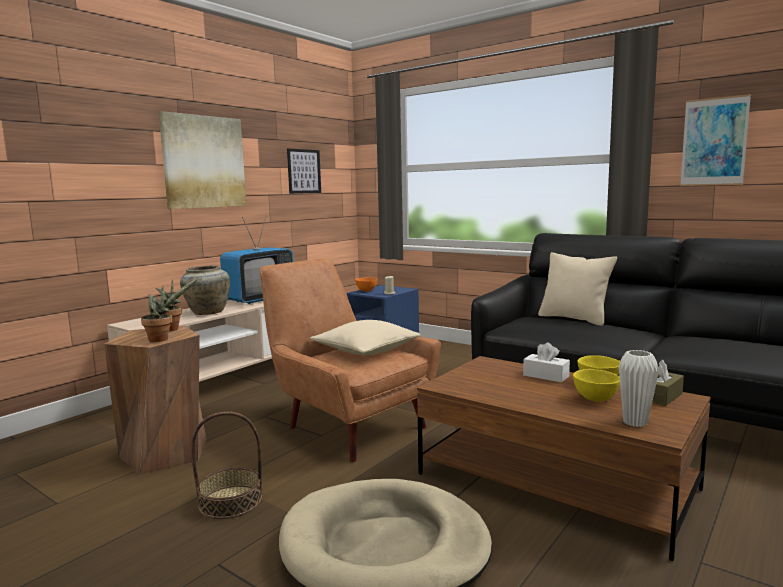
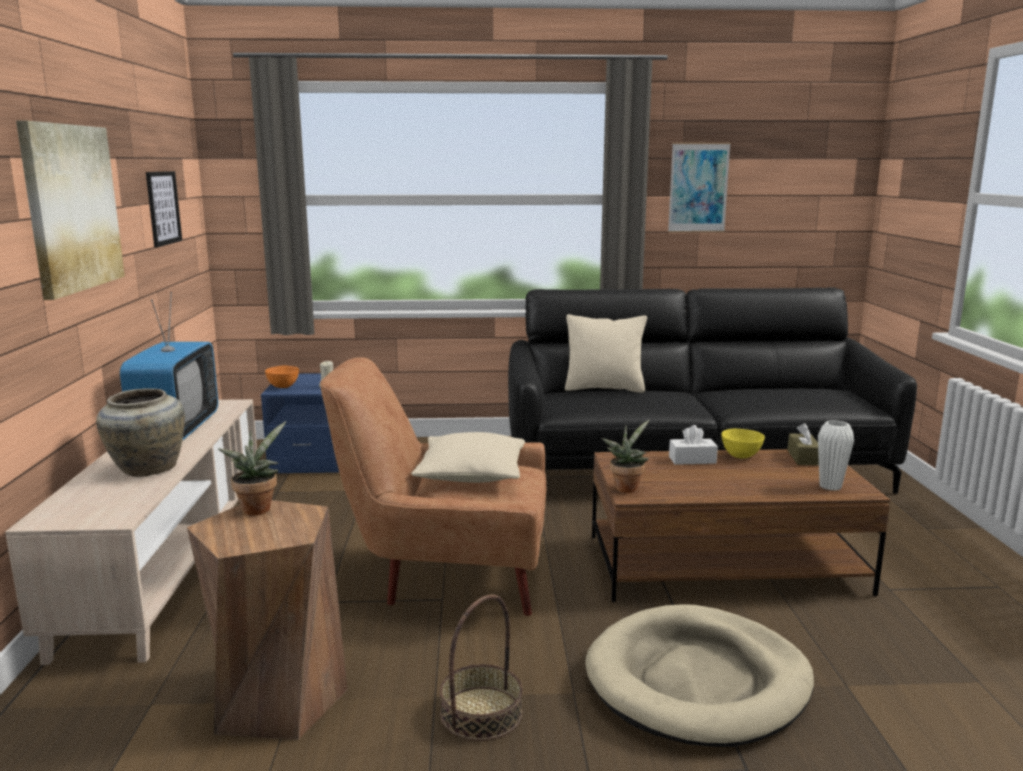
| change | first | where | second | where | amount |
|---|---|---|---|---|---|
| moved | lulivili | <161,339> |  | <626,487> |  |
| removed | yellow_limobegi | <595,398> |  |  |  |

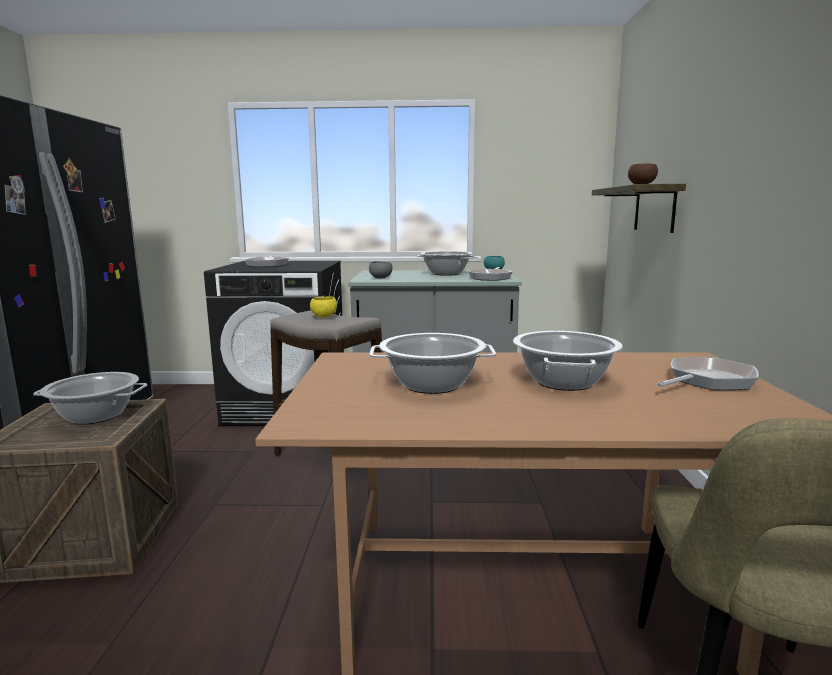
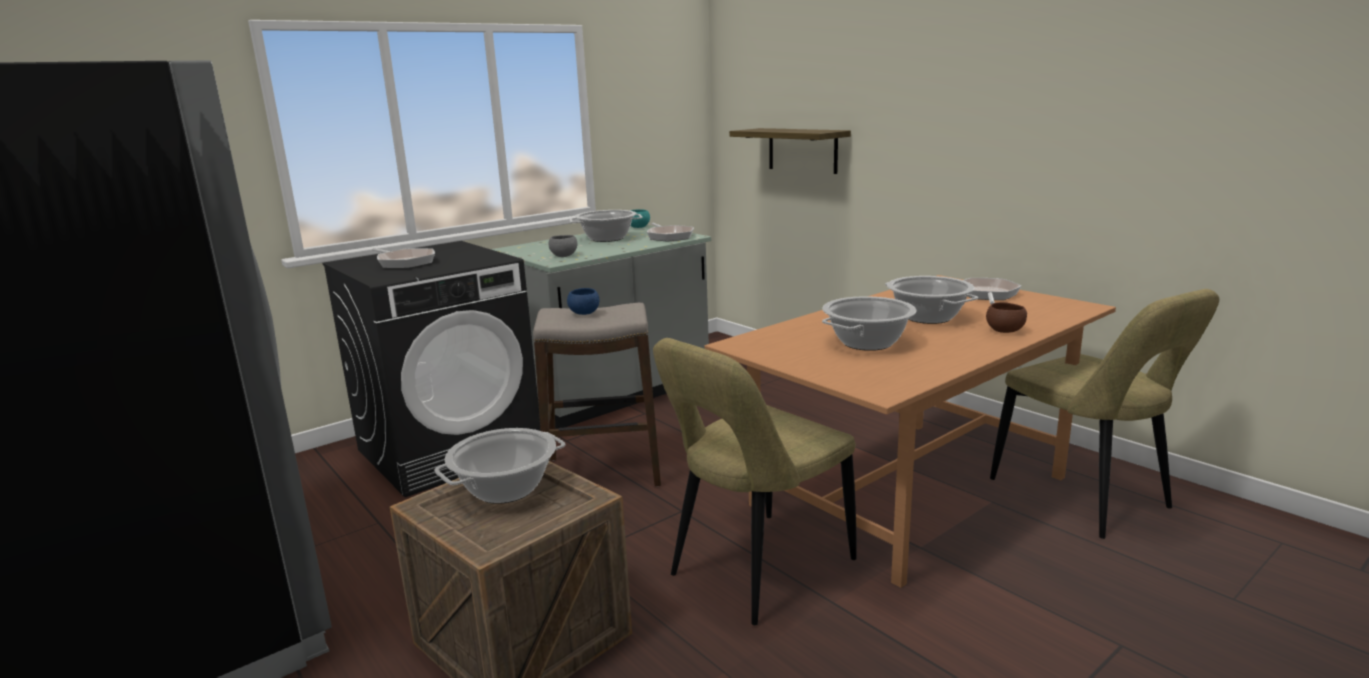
| change | first | where | second | where | amount |
|---|---|---|---|---|---|
| recoloured | yellow_limobegi | <324,317> | blue_limobegi | <584,313> |  |
| moved | brown_limobegi | <641,184> |  | <1004,331> |  |
| added |  |  | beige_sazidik | <756,570> |  |

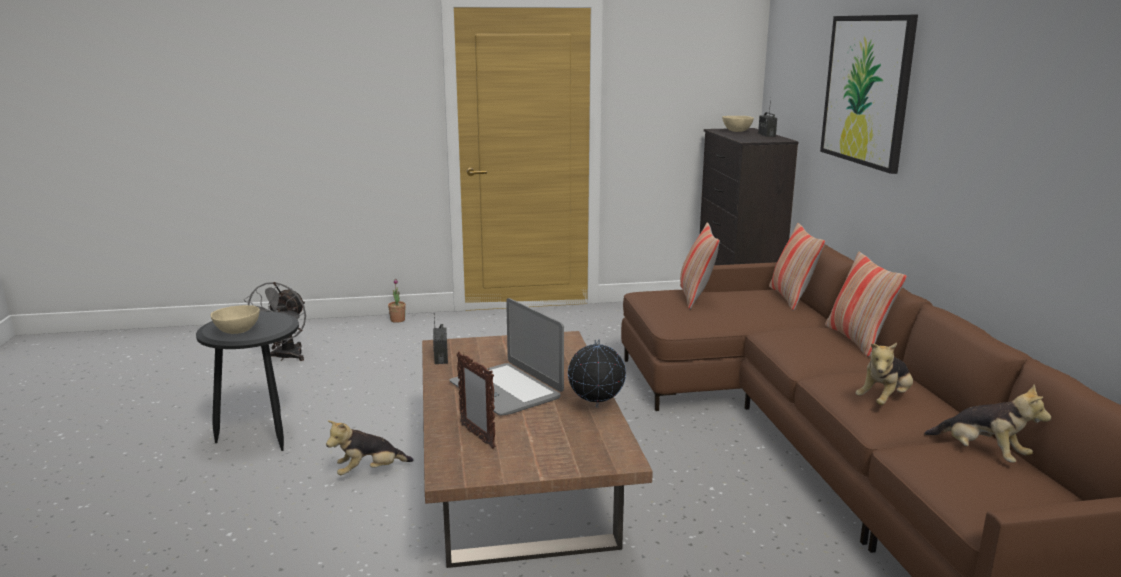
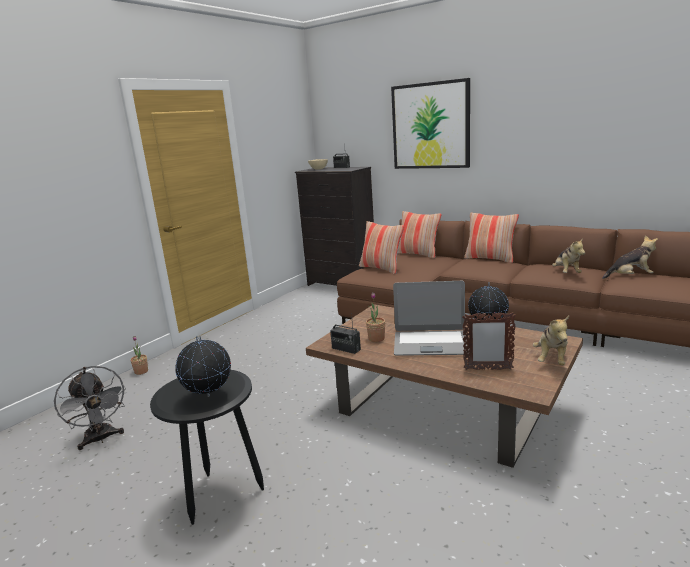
| change | first | where | second | where | amount |
|---|---|---|---|---|---|
| replaced | beige_limobegi | <238,331> | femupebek | <209,397> |  |
| moved | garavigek | <369,471> |  | <551,359> |  |
| added |  |  | lulivili | <376,338> |  |

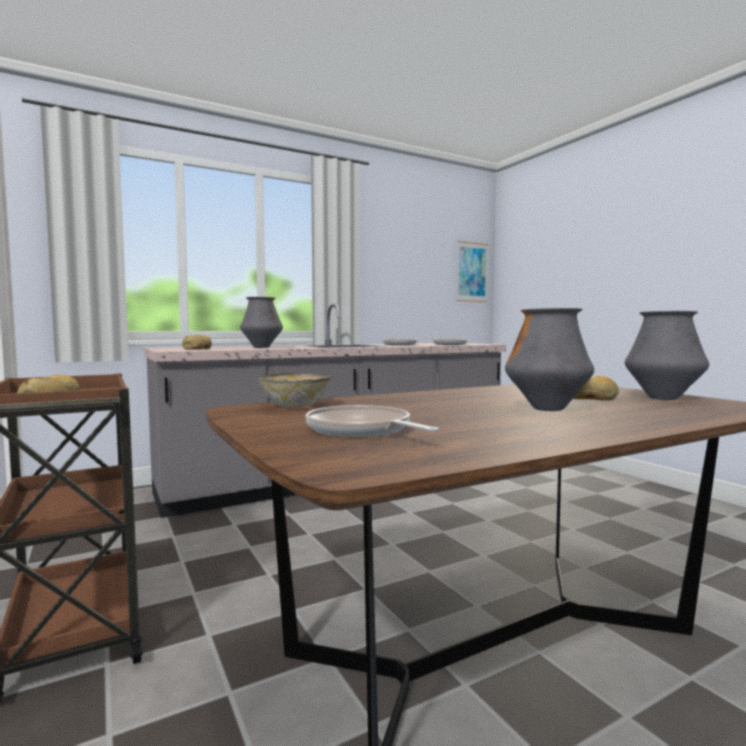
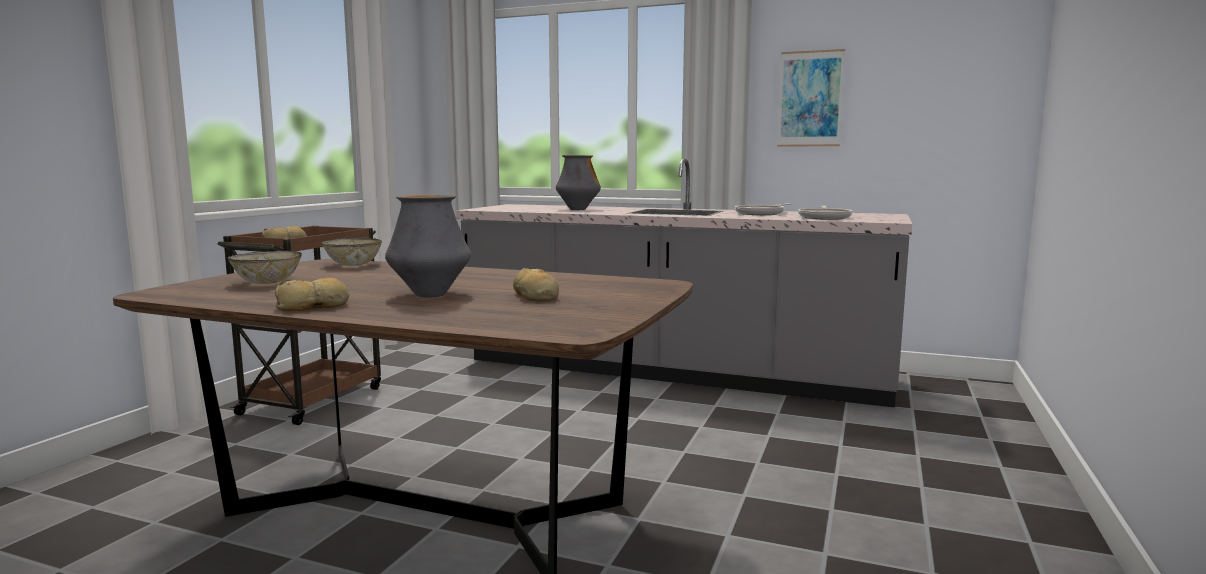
| change | first | where | second | where | amount |
|---|---|---|---|---|---|
| moved | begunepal | <198,348> |  | <314,306> |  |
| replaced | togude | <362,430> | limobegi | <266,282> |  |
| moved | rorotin | <471,272> |  | <810,99> |  |
| removed | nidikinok | <663,398> |  |  |  |

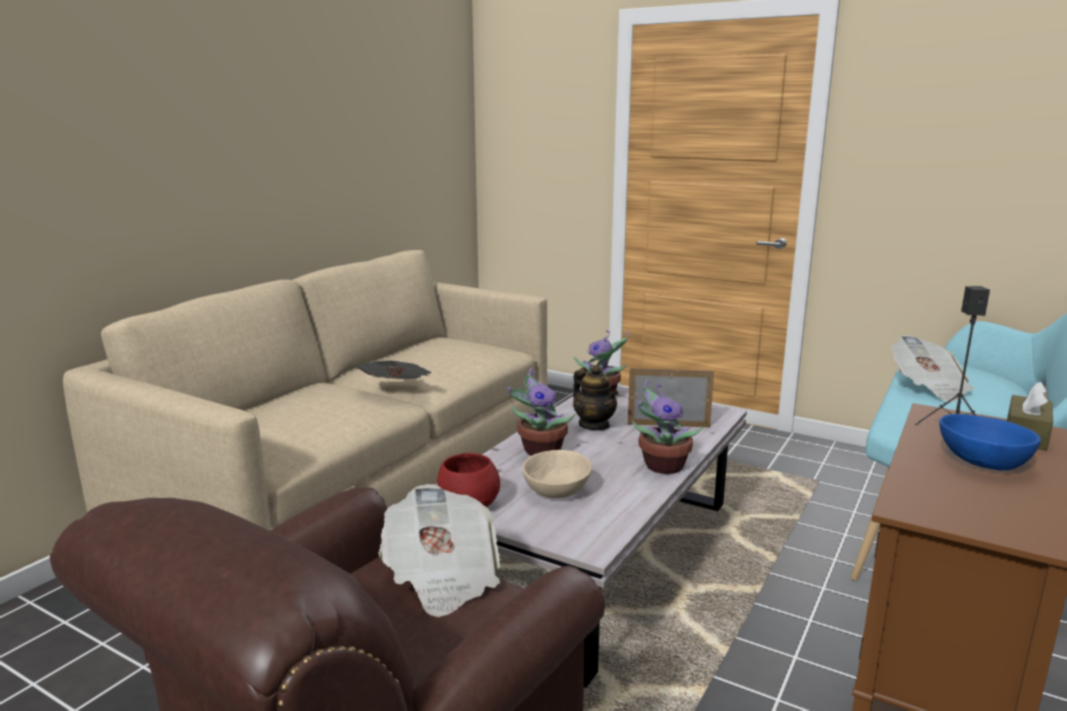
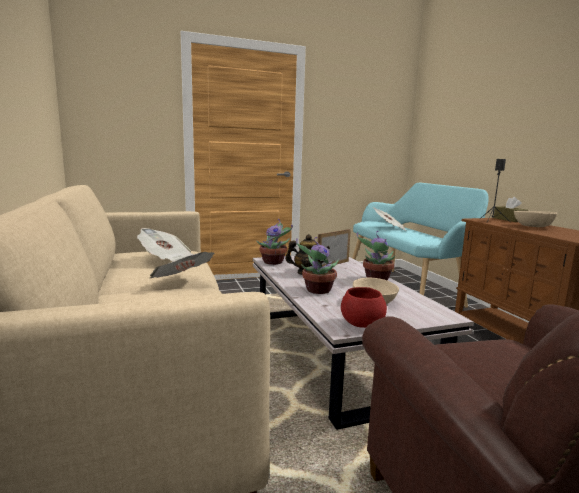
| change | first | where | second | where | amount |
|---|---|---|---|---|---|
| moved | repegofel | <442,577> |  | <168,261> |  |
| recoloured | blue_limobegi | <983,463> | beige_limobegi | <533,226> |  |

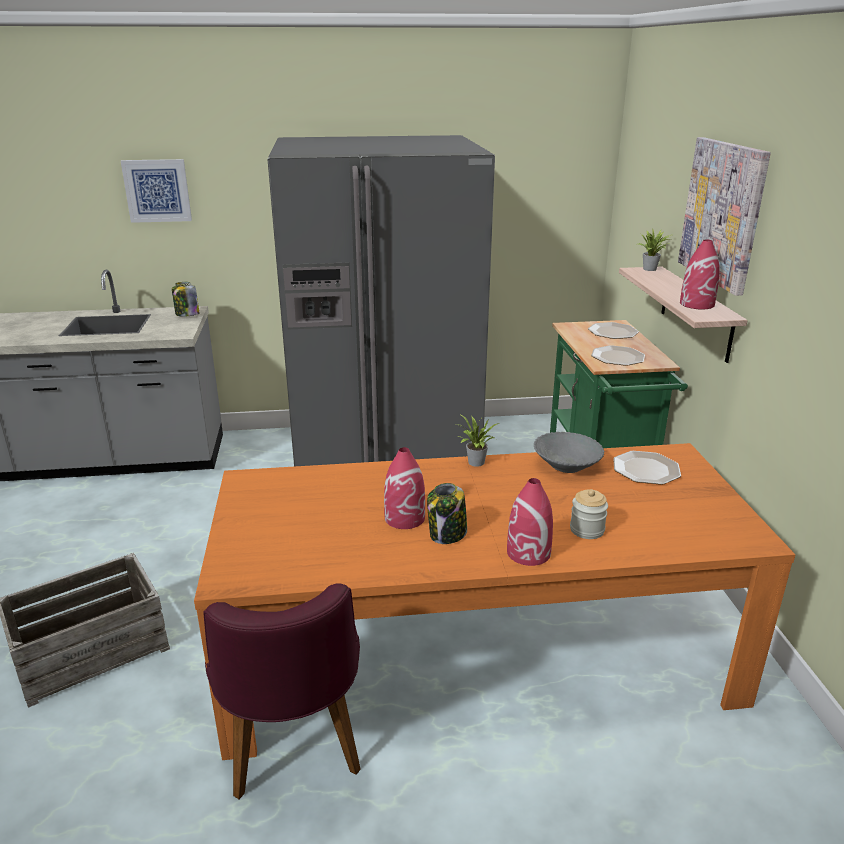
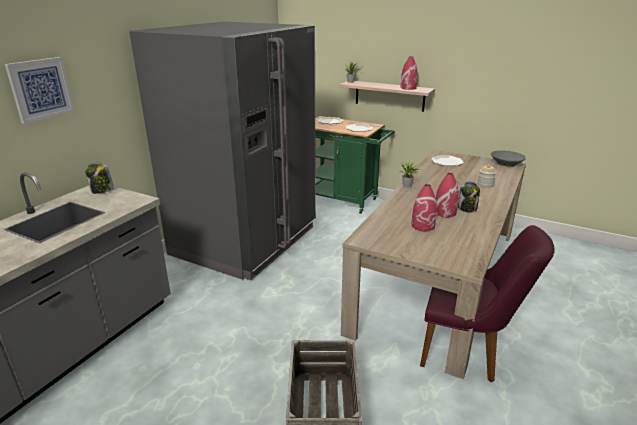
| change | first | where | second | where | amount |
|---|---|---|---|---|---|
| recoloured | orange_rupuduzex | <477,654> | beige_rupuduzex | <439,277> |  |
| moved | red_nidikinok | <529,553> |  | <423,226> |  |
| moved | grey_limobegi | <567,465> |  | <506,164> |  |
| removed | rorotin | <722,213> |  |  |  |

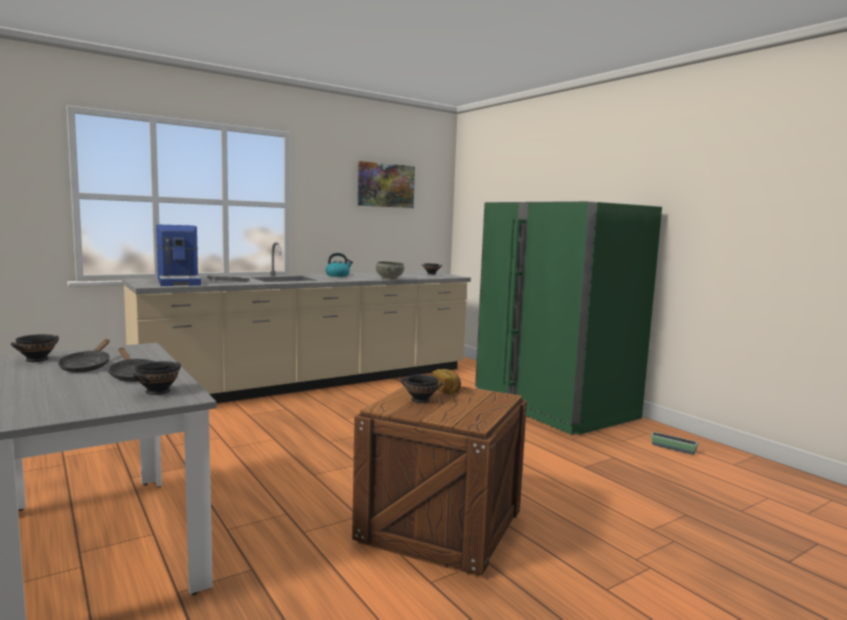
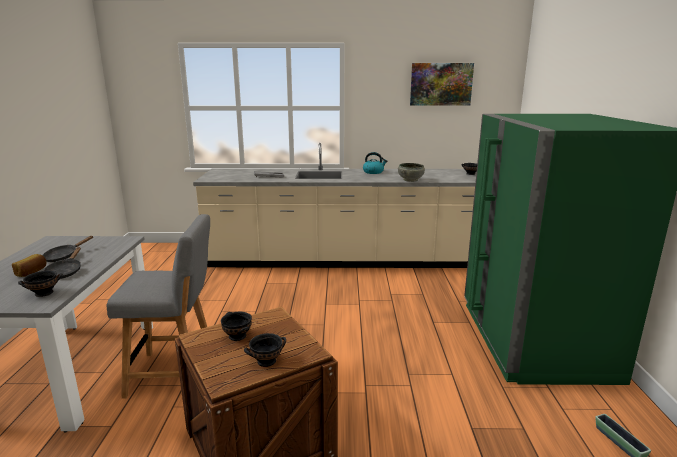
| change | first | where | second | where | amount |
|---|---|---|---|---|---|
| moved | black_limobegi | <36,360> |  | <265,361> |  |
| removed | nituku | <179,282> |  |  |  |
| moved | begunepal | <446,390> |  | <32,272> |  |
| added |  |  | grey_sazidik | <177,373> |  |

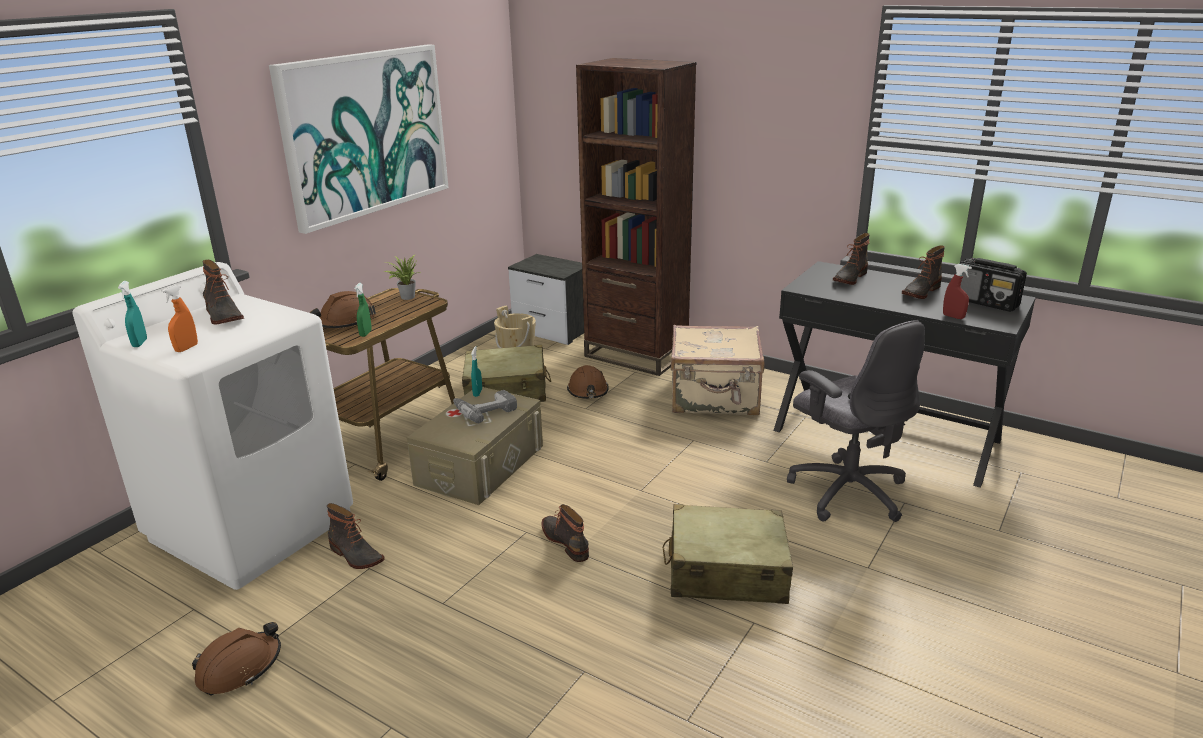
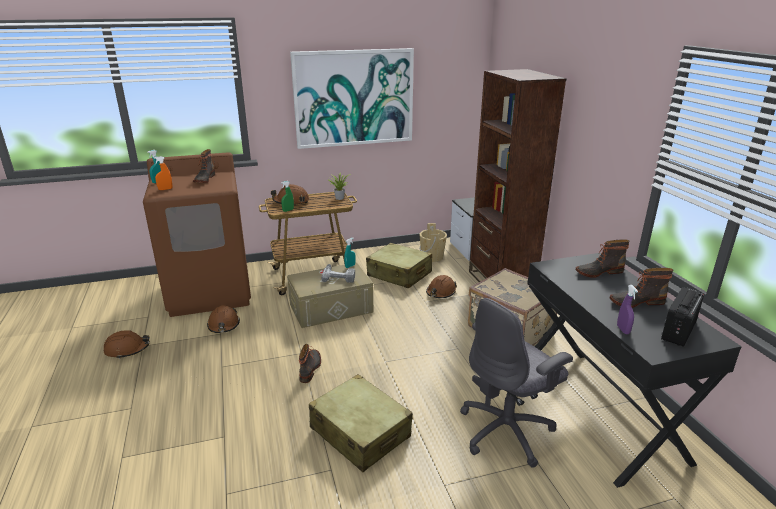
| change | first | where | second | where | amount |
|---|---|---|---|---|---|
| recoloured | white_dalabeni | <253,526> | brown_dalabeni | <210,292> |  |
| replaced | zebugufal | <355,556> | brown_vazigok | <223,325> |  |
| turned | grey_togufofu | <847,491> |  | <507,431> | 45 degrees clockwise |
| recoloured | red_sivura | <953,317> | purple_sivura | <623,330> |  |
| turned | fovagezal | <986,303> |  | <678,331> | 45 degrees clockwise |

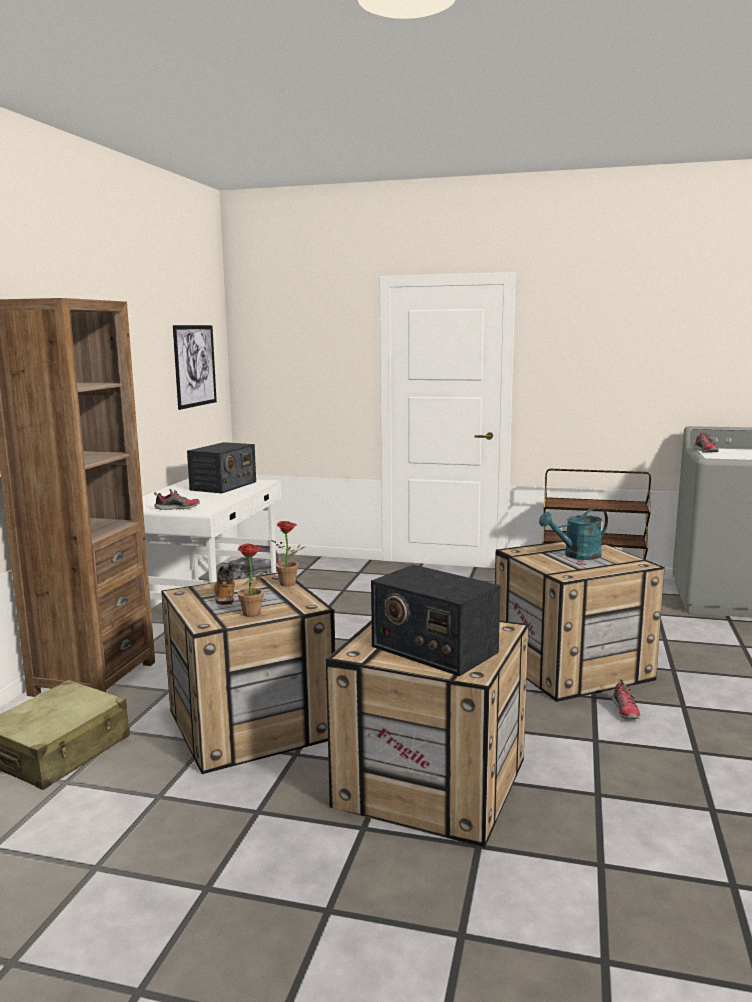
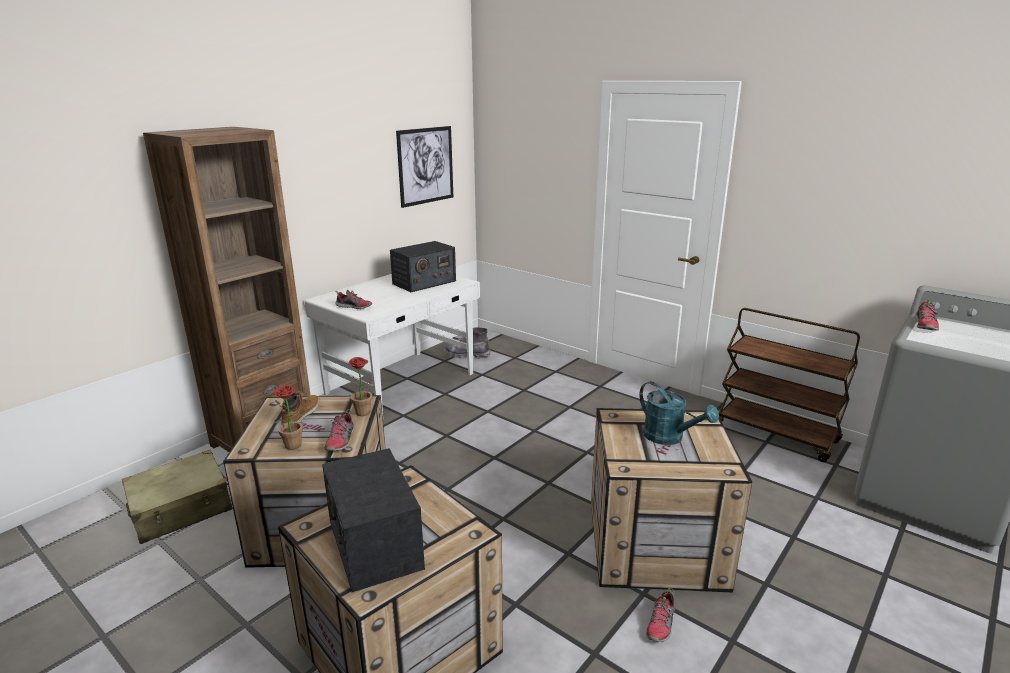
| change | first | where | second | where | amount |
|---|---|---|---|---|---|
| turned | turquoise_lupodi | <576,556> |  | <669,438> | 135 degrees counterclockwise |
| added |  |  | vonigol | <341,441> |  |

